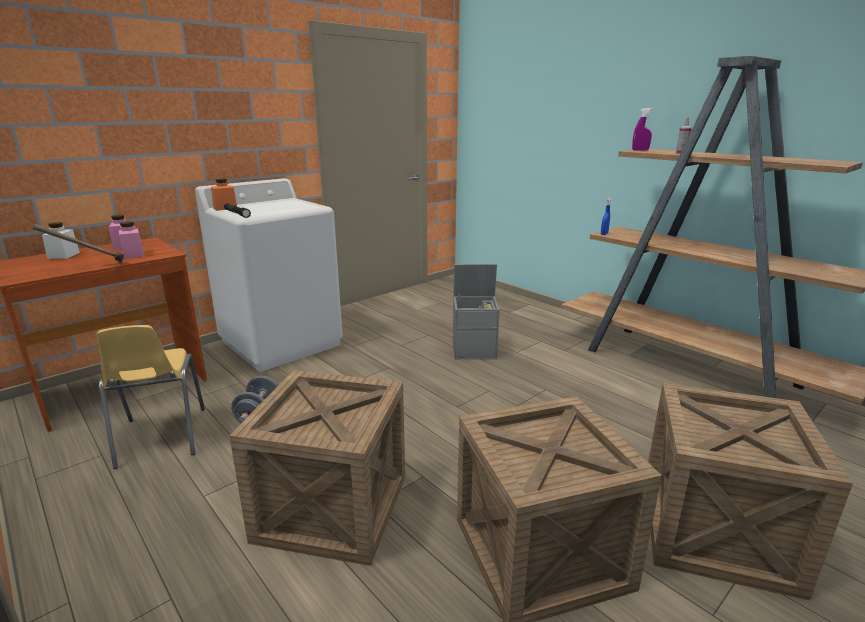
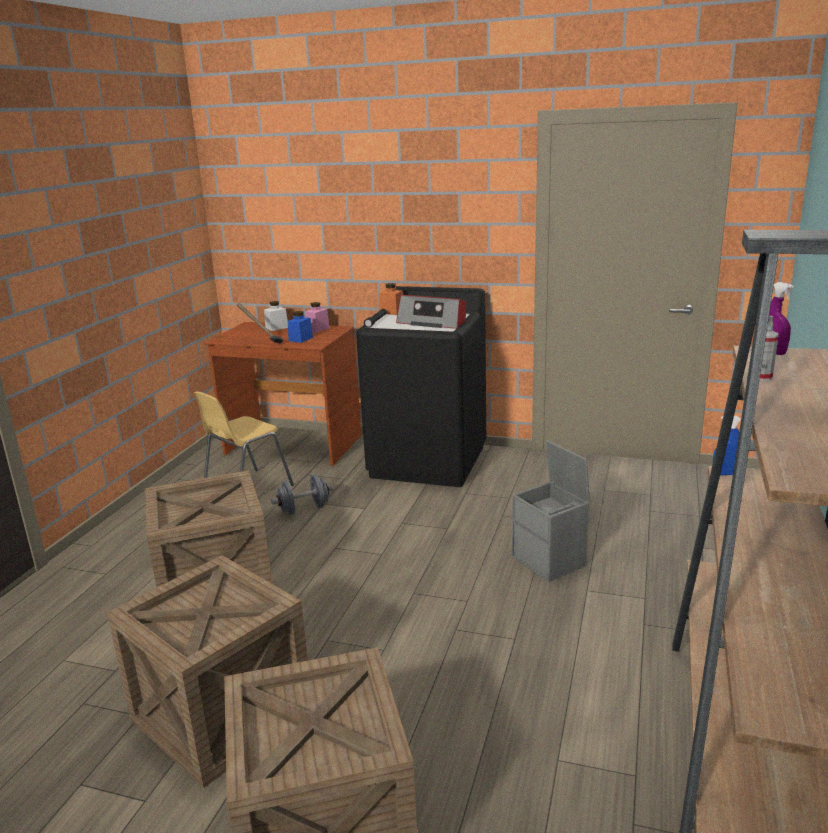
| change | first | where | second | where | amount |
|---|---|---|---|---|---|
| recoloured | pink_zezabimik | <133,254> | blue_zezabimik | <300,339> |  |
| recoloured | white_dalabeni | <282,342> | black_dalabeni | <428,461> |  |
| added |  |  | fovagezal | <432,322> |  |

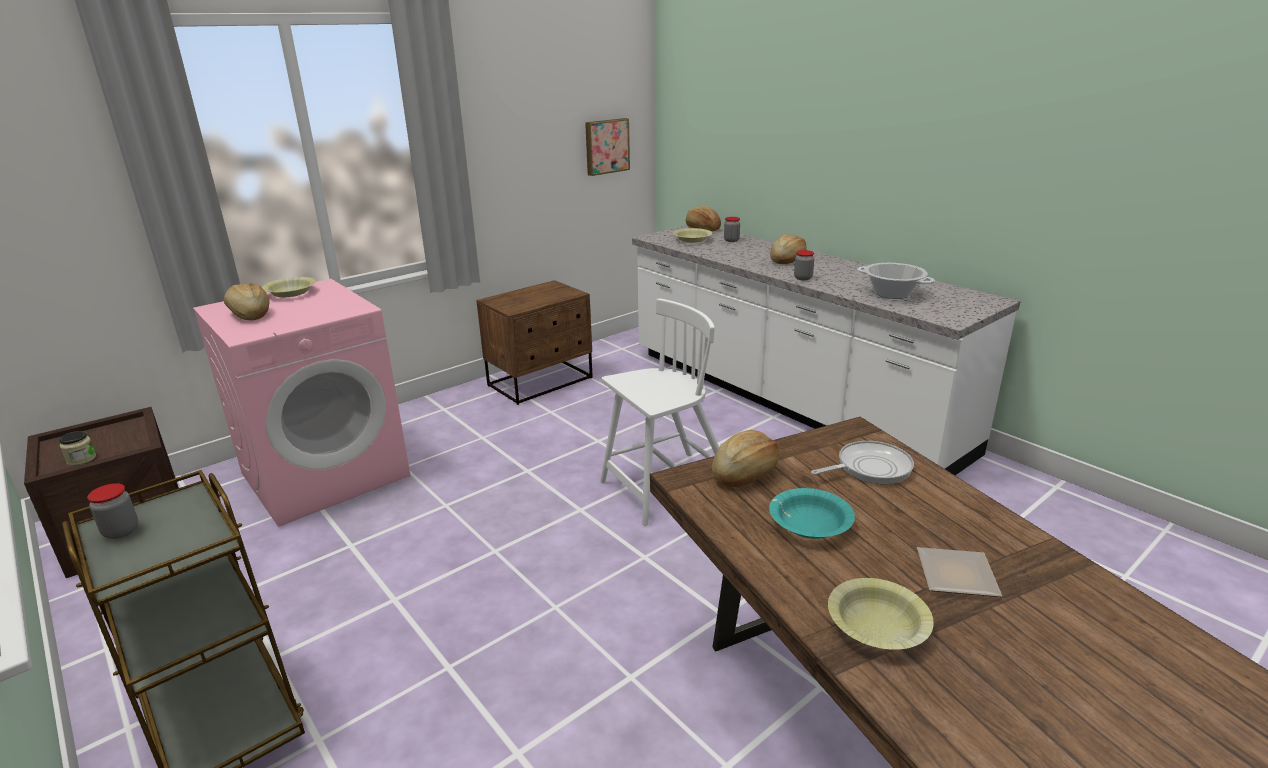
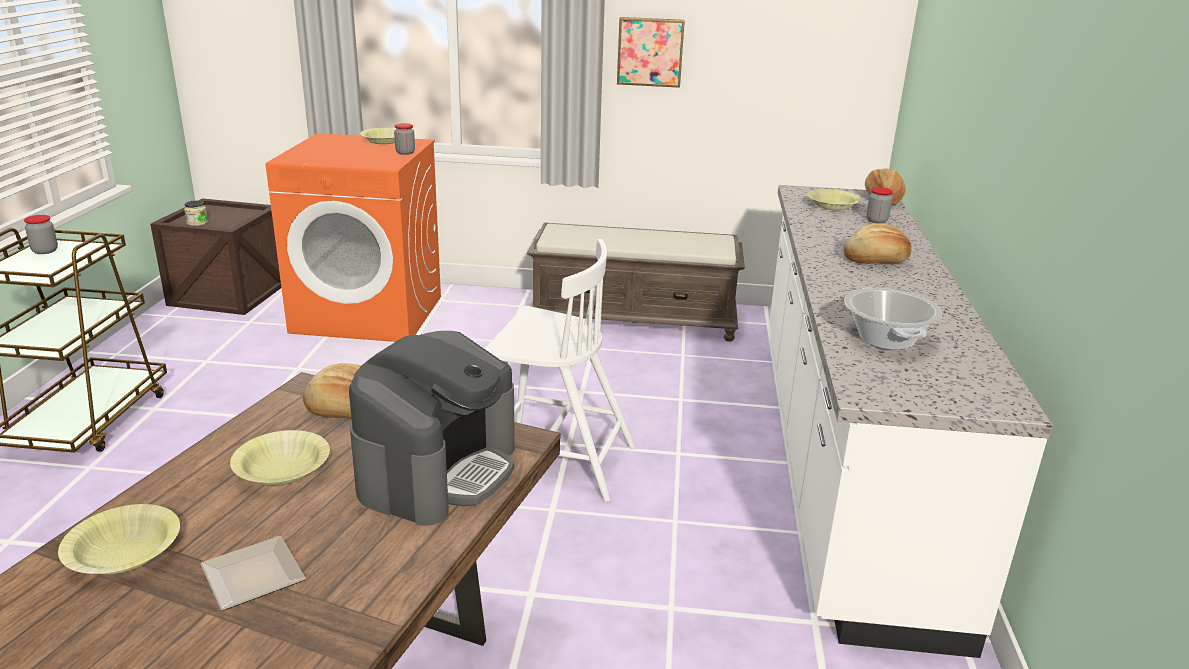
| change | first | where | second | where | amount |
|---|---|---|---|---|---|
| recoloured | pink_dalabeni | <326,474> | orange_dalabeni | <369,314> |  |
| removed | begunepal | <249,314> |  |  |  |
| replaced | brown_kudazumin | <541,382> | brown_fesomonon | <634,320> |  |
| moved | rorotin | <606,146> |  | <650,51> |  |
| recoloured | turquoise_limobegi | <810,524> | yellow_limobegi | <283,470> |  |
| moved | zezabimik | <803,278> |  | <405,152> |  |
| replaced | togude | <869,468> | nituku | <438,470> |  |

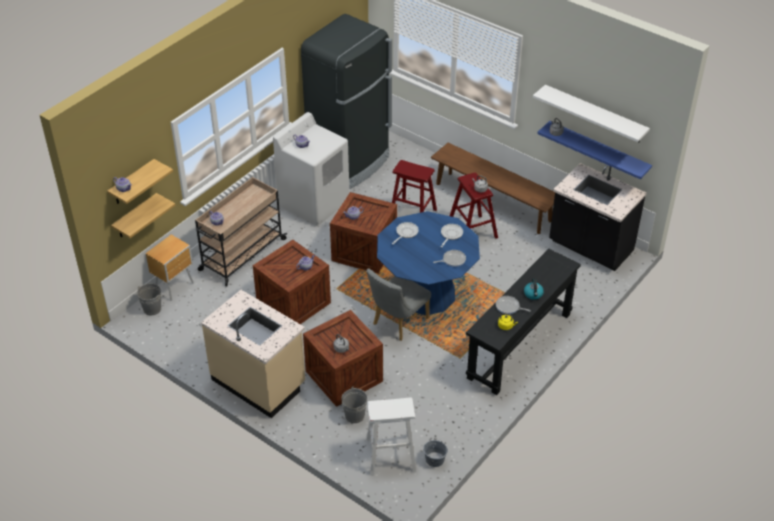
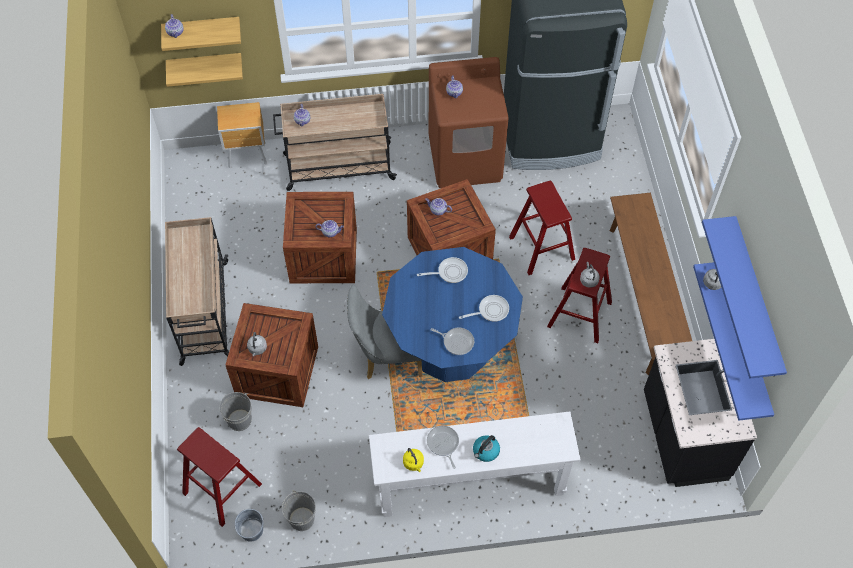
| change | first | where | second | where | amount |
|---|---|---|---|---|---|
| moved | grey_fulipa | <152,309> |  | <301,519> |  |
| replaced | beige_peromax | <259,382> | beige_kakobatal | <204,313> |  |
| recoloured | white_dalabeni | <314,203> | brown_dalabeni | <465,159> |  |
| recoloured | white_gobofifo | <390,454> | red_gobofifo | <222,488> |  |
| recoloured | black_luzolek | <519,345> | white_luzolek | <470,483> |  |
| recoloured | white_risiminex | <595,114> | blue_risiminex | <756,299> |  |

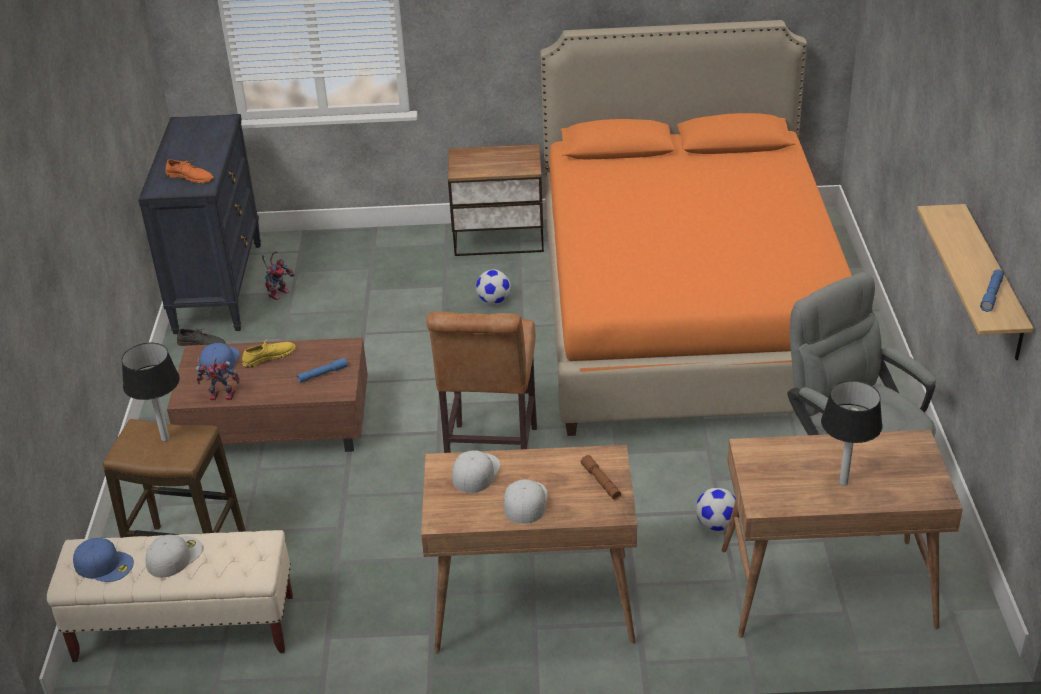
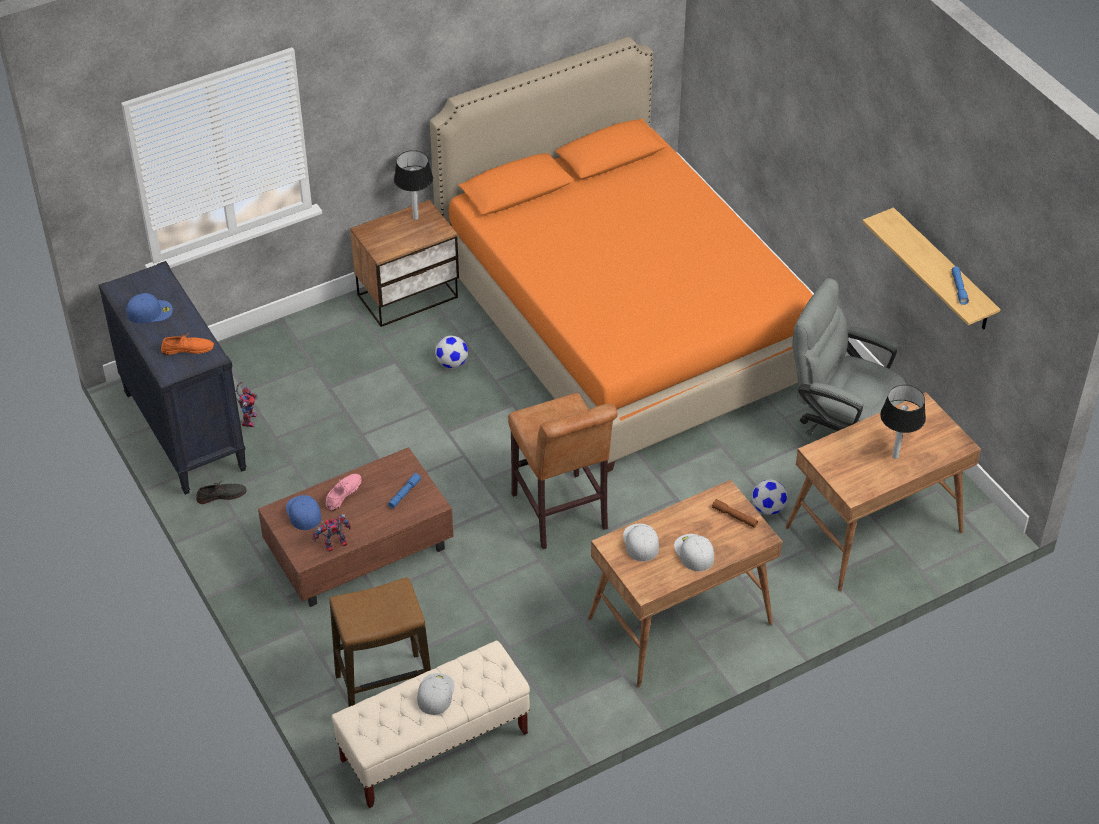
| change | first | where | second | where | amount |
|---|---|---|---|---|---|
| moved | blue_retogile | <104,564> |  | <150,311> |  |
| moved | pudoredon | <166,438> |  | <416,217> |  |
| recoloured | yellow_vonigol | <269,356> | pink_vonigol | <343,493> |  |

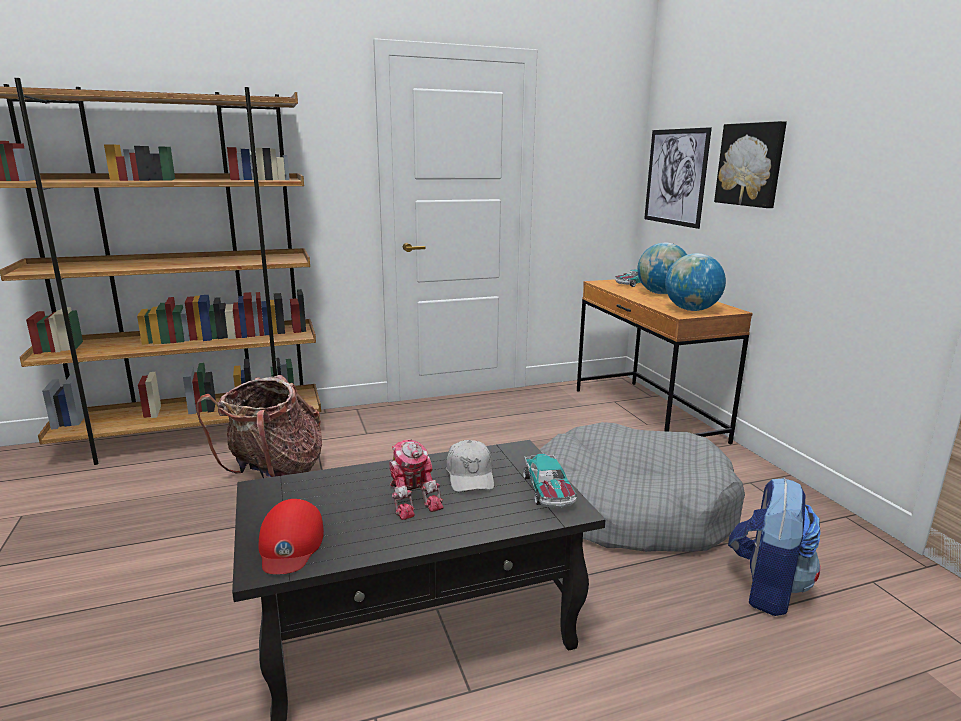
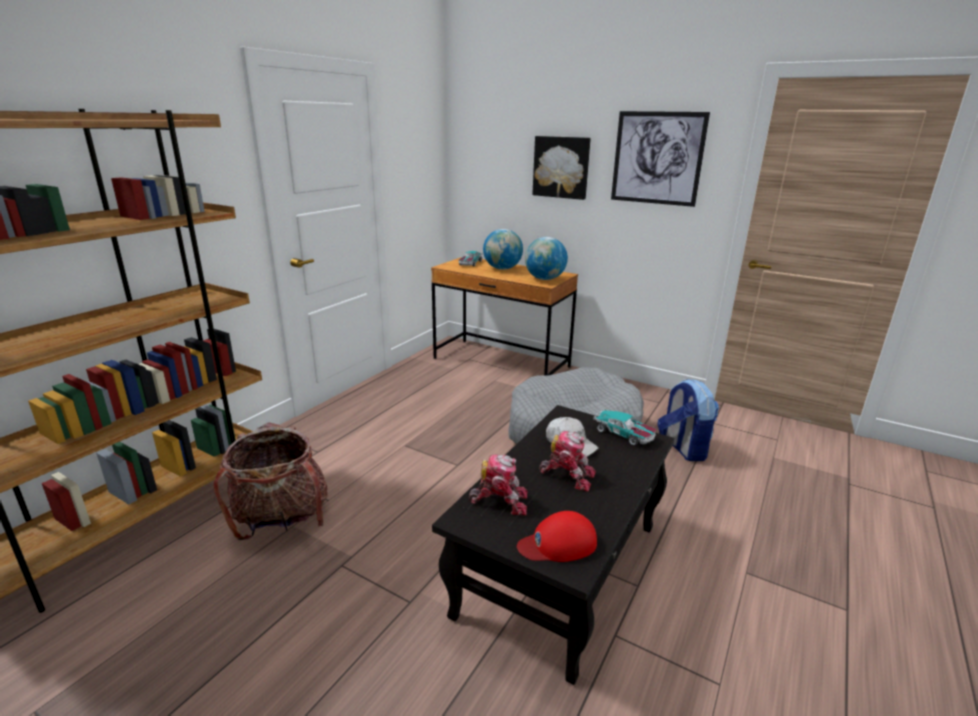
| change | first | where | second | where | amount |
|---|---|---|---|---|---|
| turned | red_retogile | <290,544> |  | <558,544> | 120 degrees clockwise |
| moved | rorotin | <675,177> |  | <657,158> |  |
| added |  |  | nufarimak | <500,501> |  |

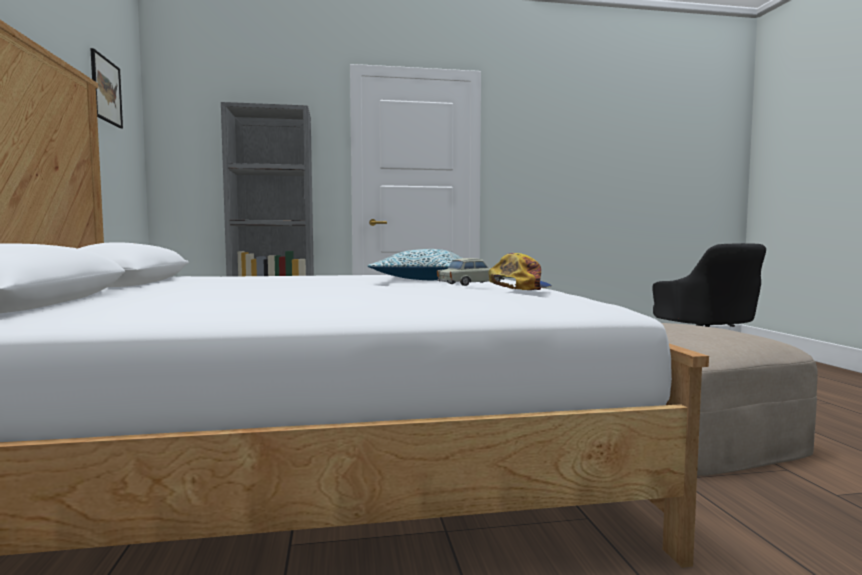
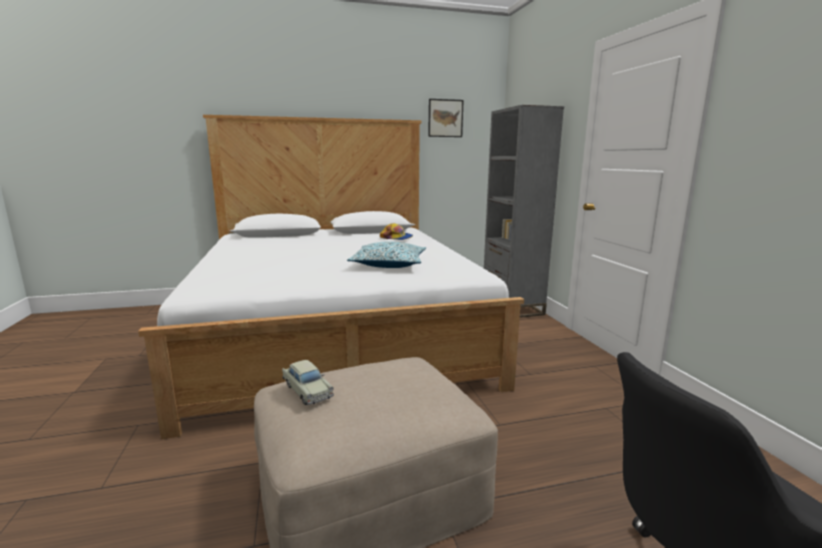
| change | first | where | second | where | amount |
|---|---|---|---|---|---|
| moved | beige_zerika | <471,284> |  | <307,390> |  |
| moved | retogile | <519,287> |  | <396,237> |  |

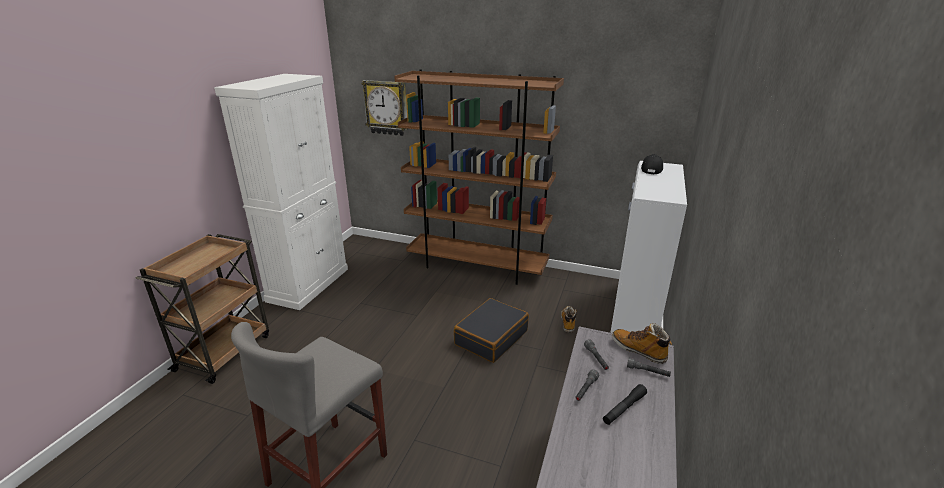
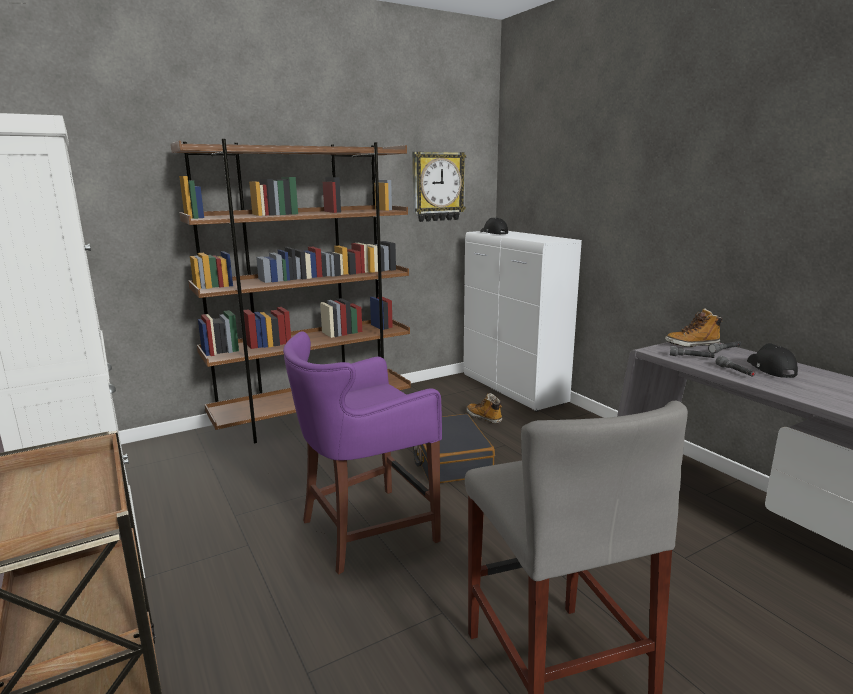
| change | first | where | second | where | amount |
|---|---|---|---|---|---|
| moved | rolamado | <386,108> |  | <437,186> |  |
| replaced | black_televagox | <624,408> | black_retogile | <770,369> |  |
| added |  |  | purple_gobofifo | <364,530> |  |

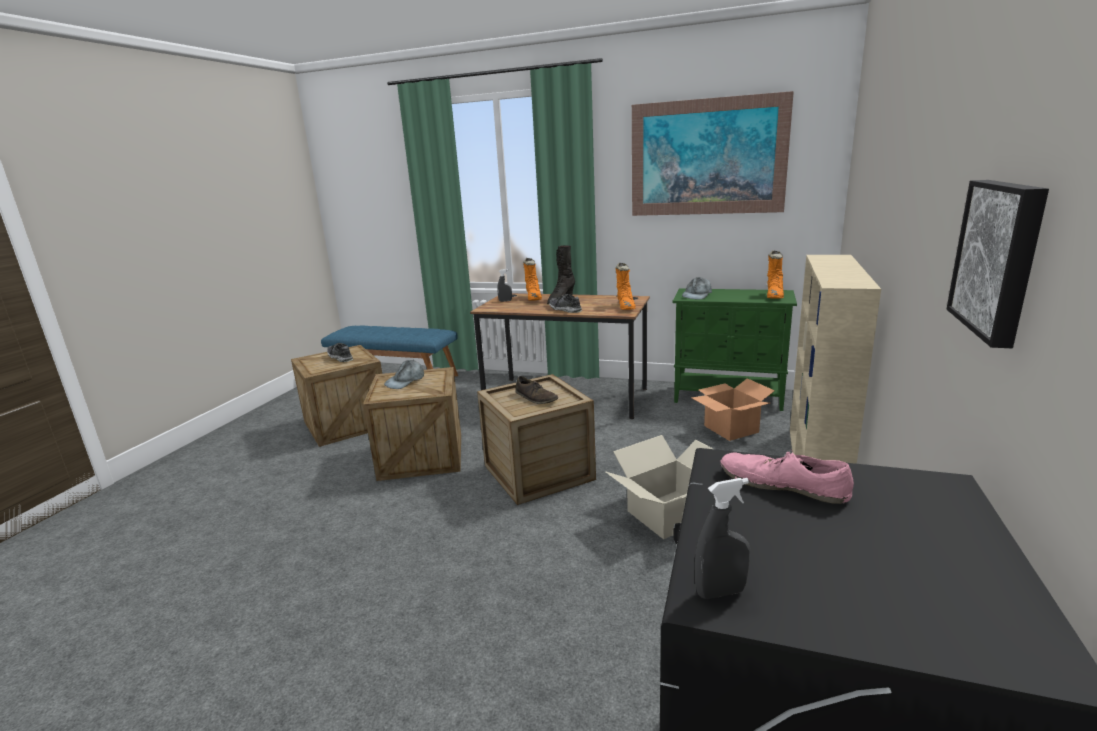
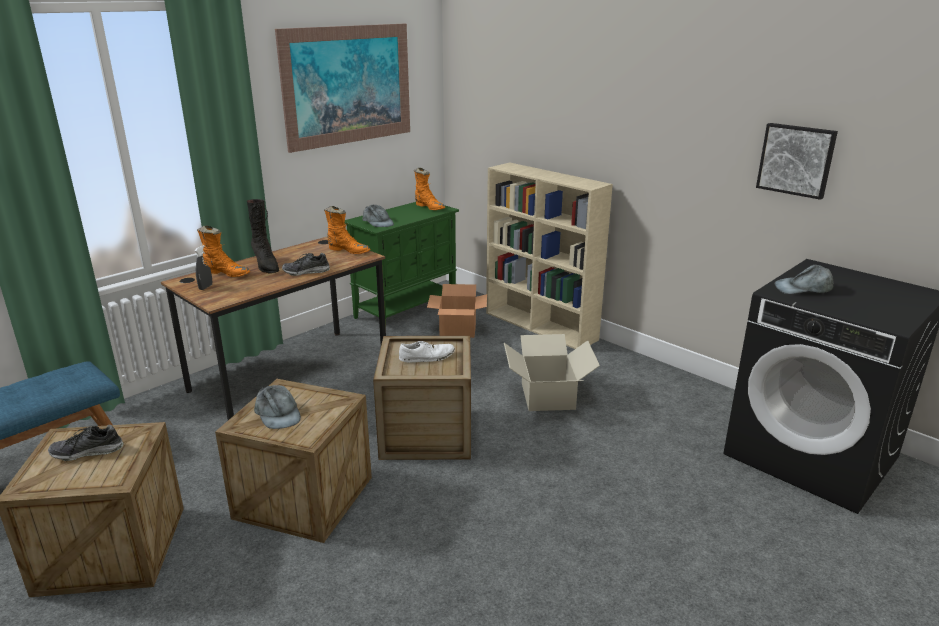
| change | first | where | second | where | amount |
|---|---|---|---|---|---|
| recoloured | brown_vonigol | <536,398> | white_vonigol | <427,357> |  |
| removed | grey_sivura | <720,592> |  |  |  |
| replaced | pink_vonigol | <782,485> | grey_retogile | <803,288> |  |

